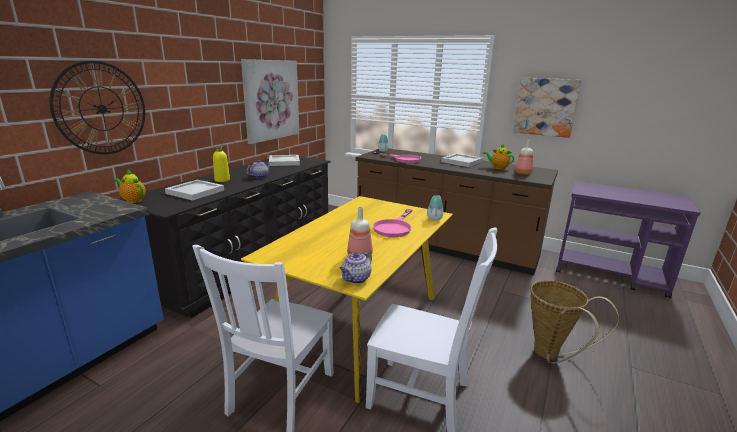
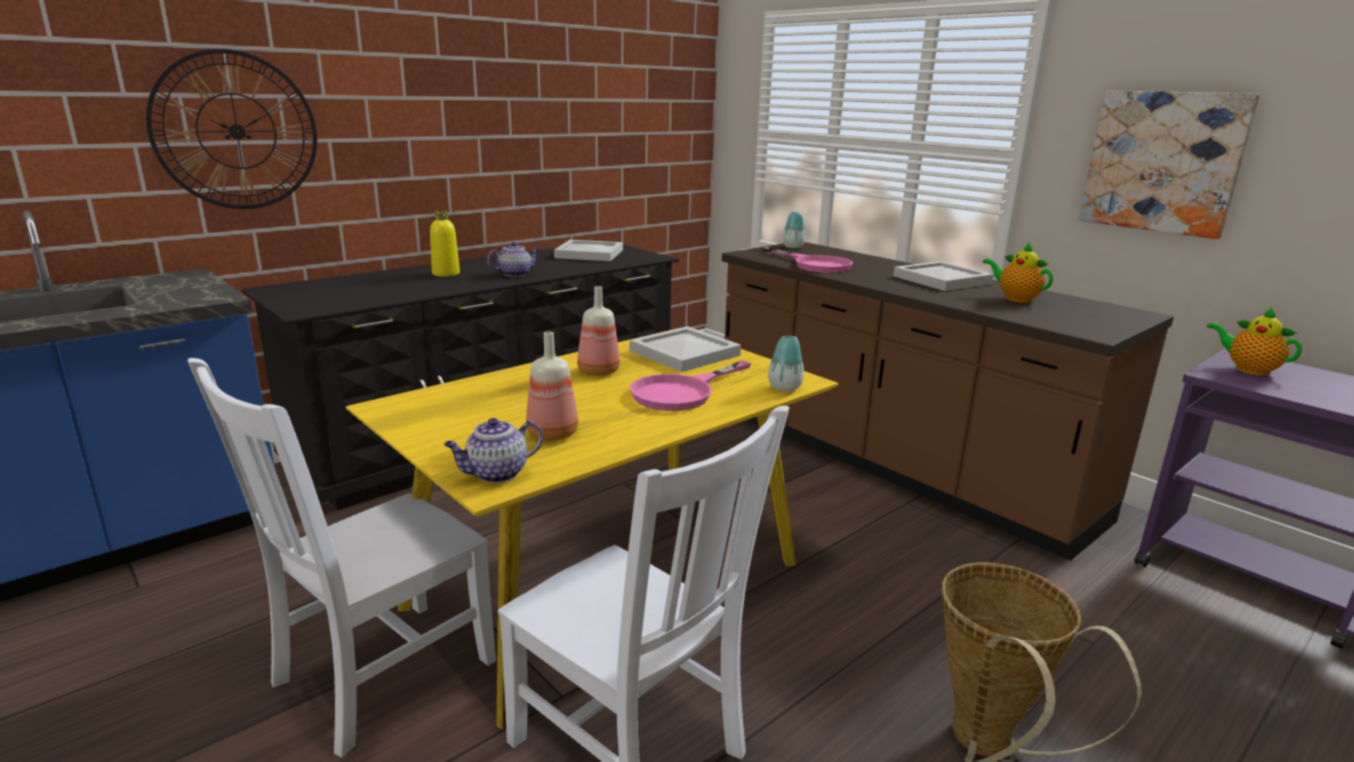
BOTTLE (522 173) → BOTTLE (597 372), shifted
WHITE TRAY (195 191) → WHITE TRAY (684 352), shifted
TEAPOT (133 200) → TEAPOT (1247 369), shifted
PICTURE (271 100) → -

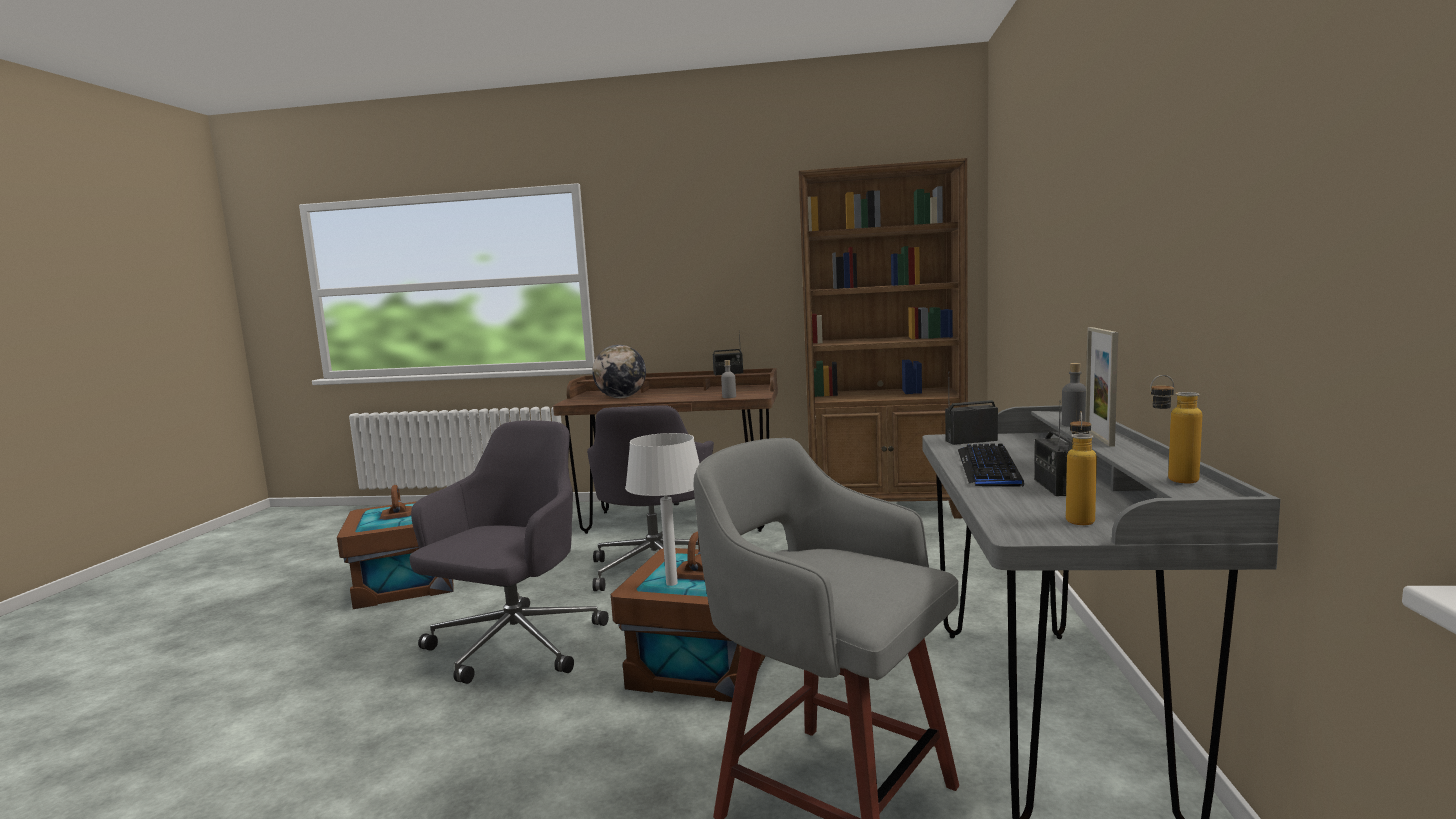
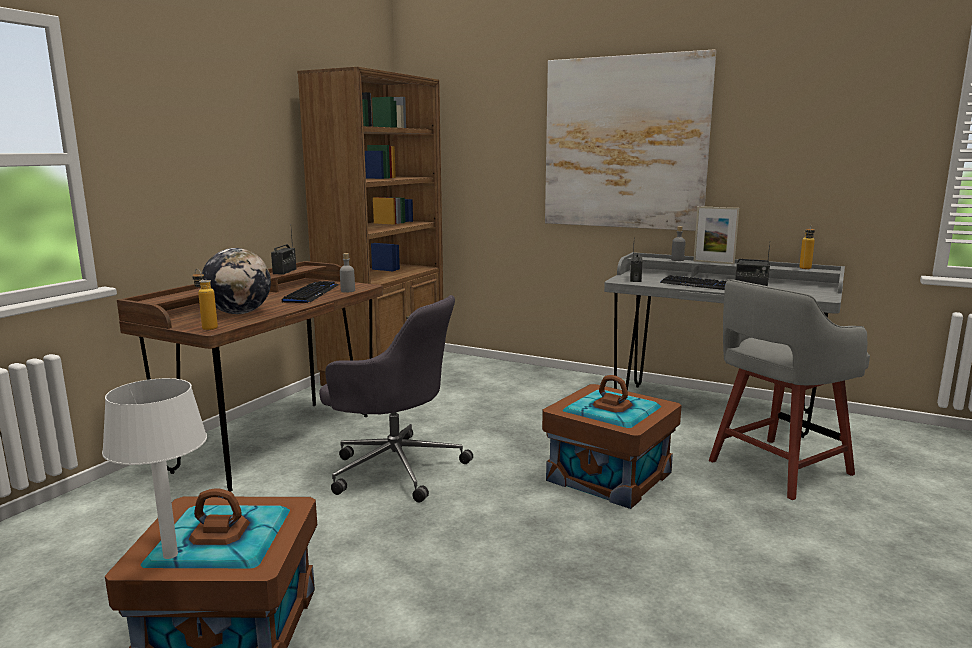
WHITE TABLE LAMP (671 583) → WHITE TABLE LAMP (169 555), shifted
BOTTLE (1079 518) → BOTTLE (207 327), shifted
- → KEYBOARD (311 294)
- → PICTURE (624 143)
GREY OFFICE CHAIR (514 646) → -

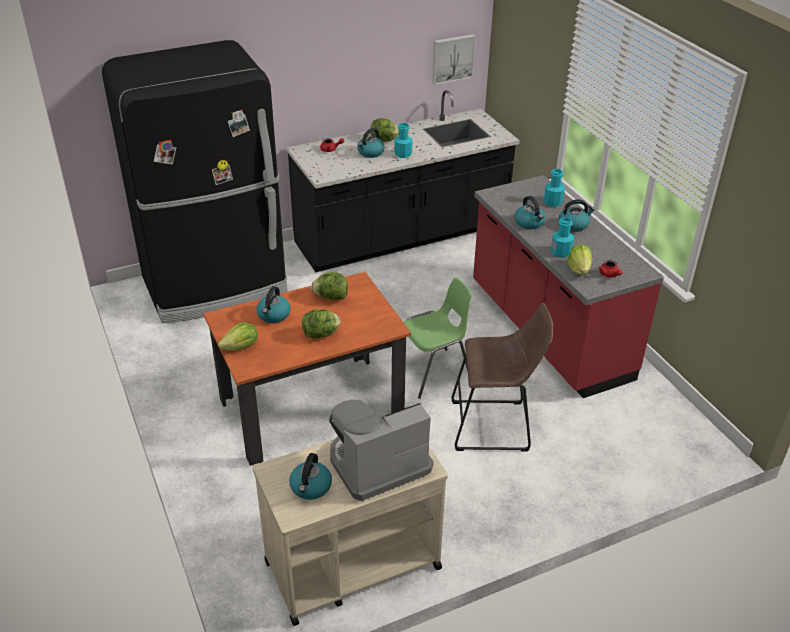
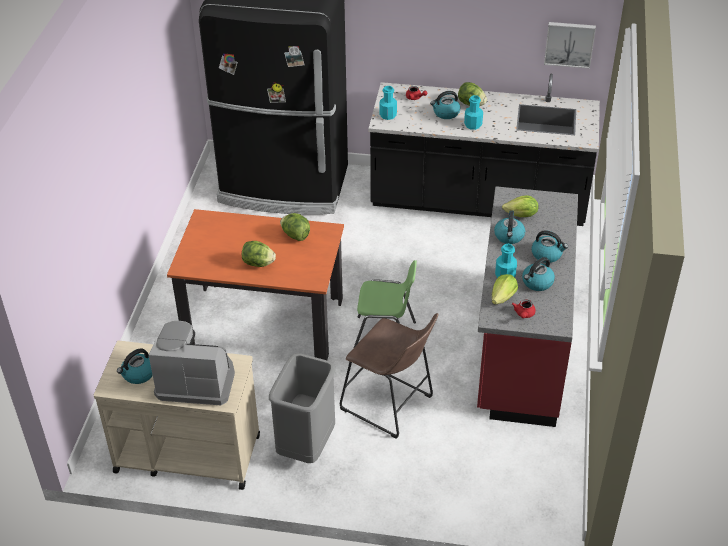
- → GREY TRASH CAN (305 444)
TURQUOISE BOTTLE (553 202) → TURQUOISE BOTTLE (388 115), shifted
LETTUCE (241 347) → LETTUCE (521 215), shifted
KETTLE (274 315) → KETTLE (537 282), shifted

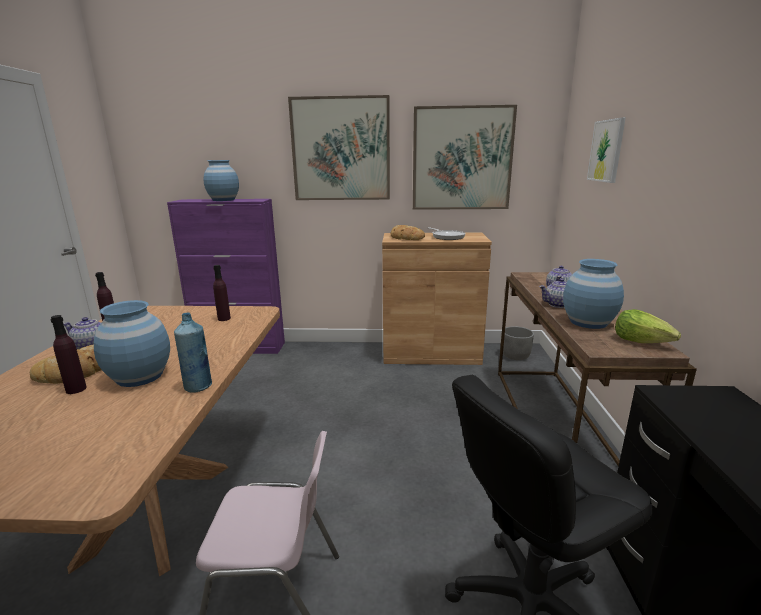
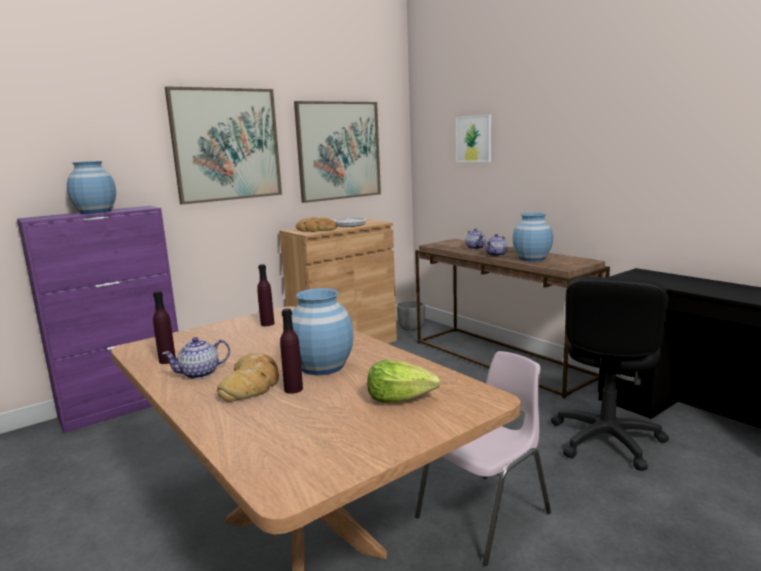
LETTUCE (641 341) → LETTUCE (400 398), shifted
BLUE BOTTLE (198 386) → -

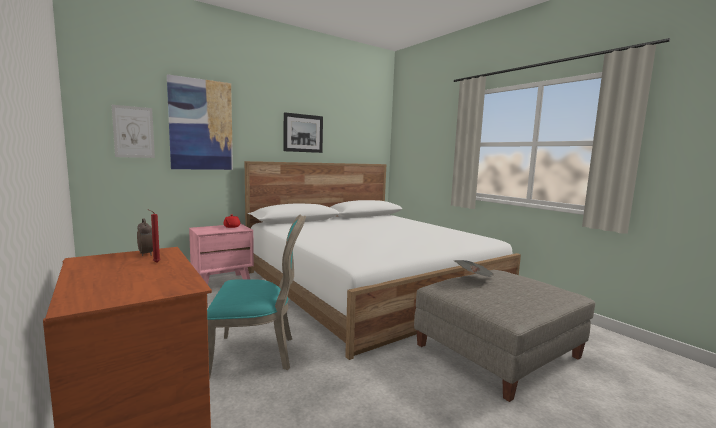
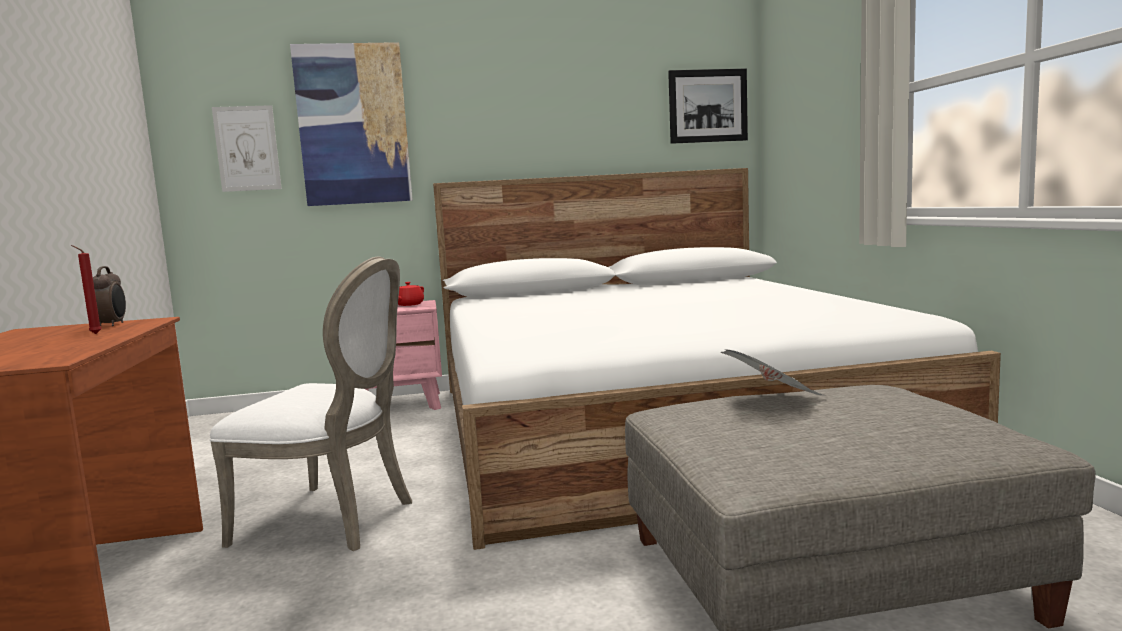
TURQUOISE CHAIR (257 354) → WHITE CHAIR (333 520)
PICTURE (303 133) → PICTURE (708 106), shifted

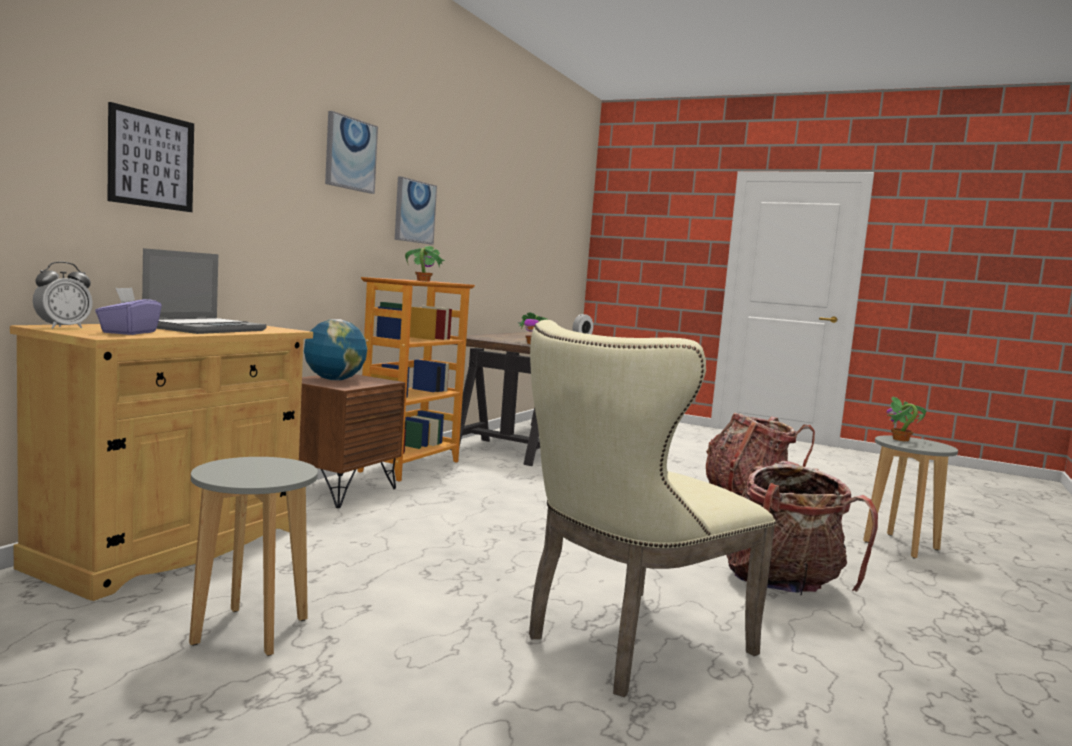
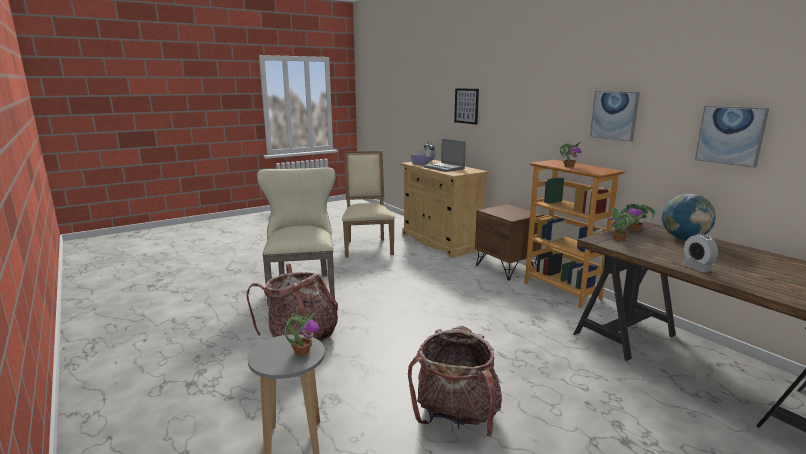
GREY STOOL (250 631) → BEIGE CHAIR (367 246)
- → POTTED PLANT (635 230)
GLOBE (334 380) → GLOBE (684 238), shifted
PICTURE (350 154) → PICTURE (730 135), shifted

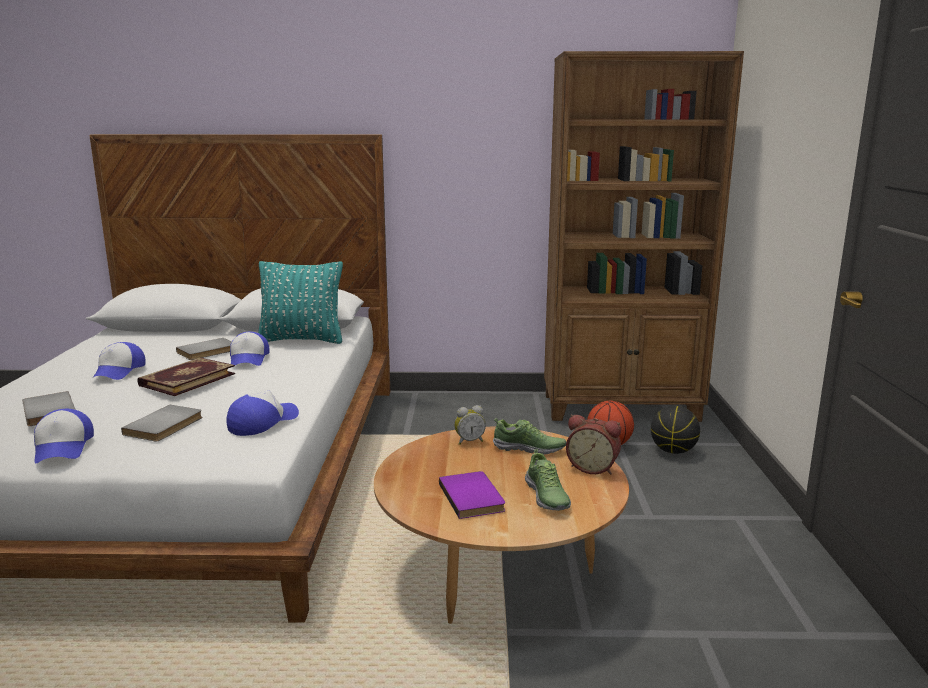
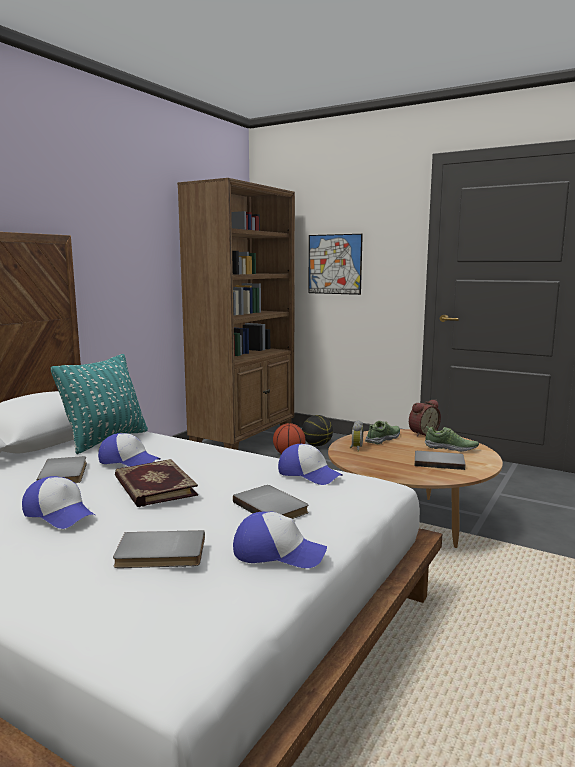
CAP (262 422) → CAP (309 474), 150 degrees clockwise
- → PICTURE (334 264)
PURPLE BOOK (474 497) → GREY BOOK (439 462)

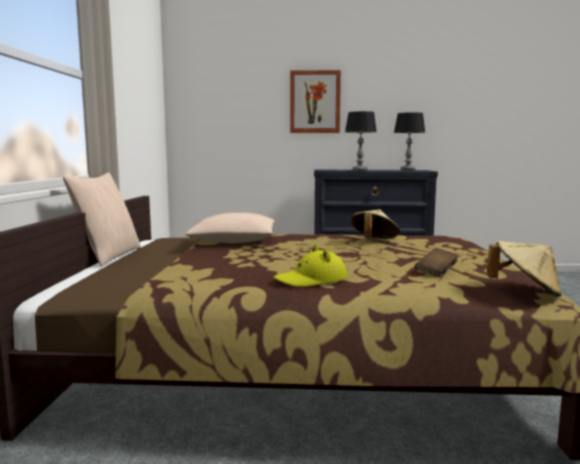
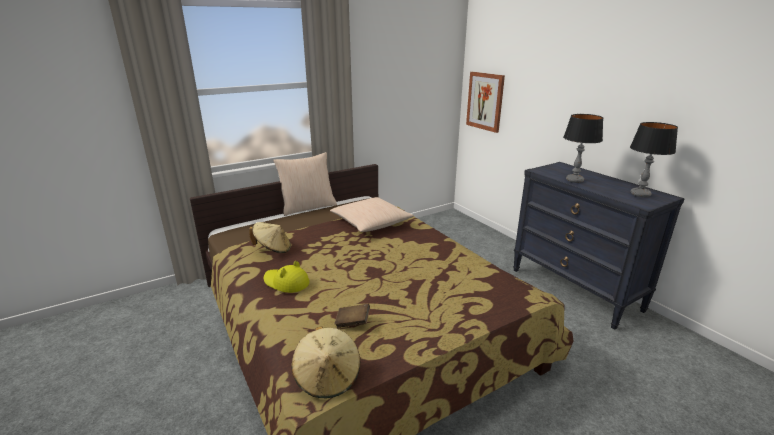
BEIGE HAT (373 241) → BEIGE HAT (273 249), shifted
PICTURE (315 102) → PICTURE (485 101), shifted

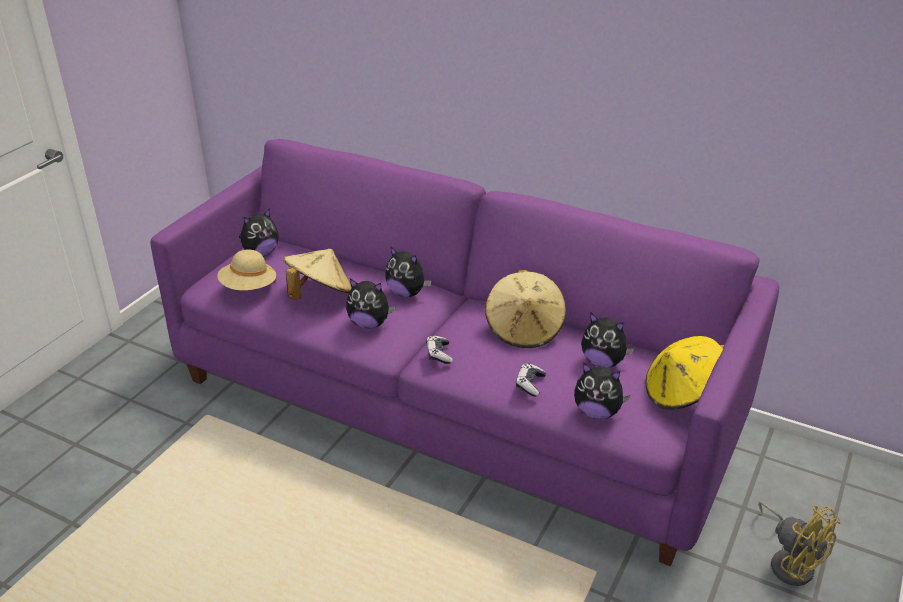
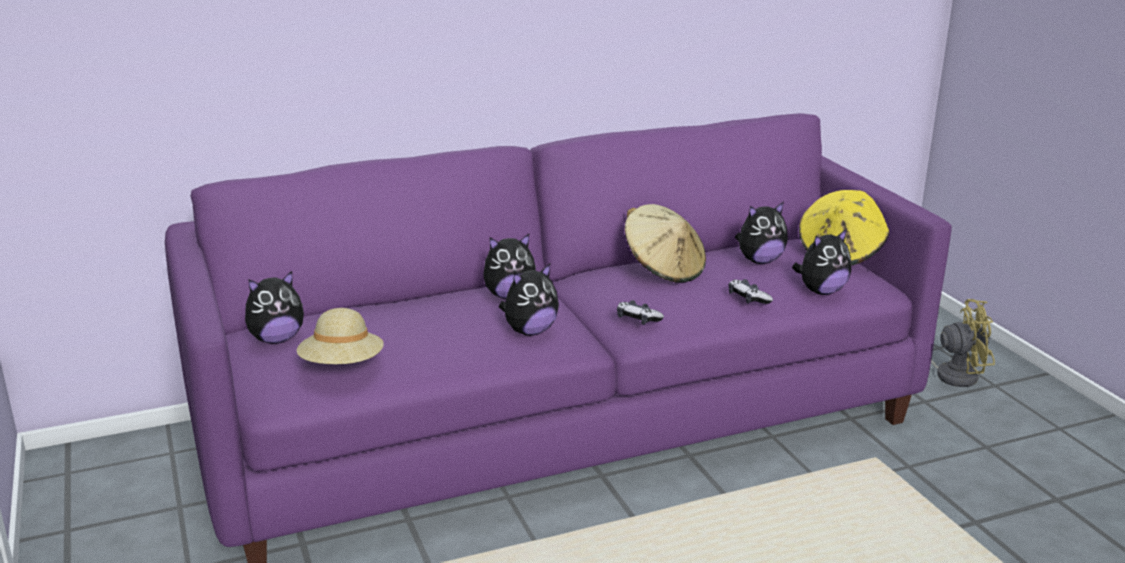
PLUSH TOY (260 253) → PLUSH TOY (276 339), 60 degrees clockwise
BEIGE HAT (319 295) → -

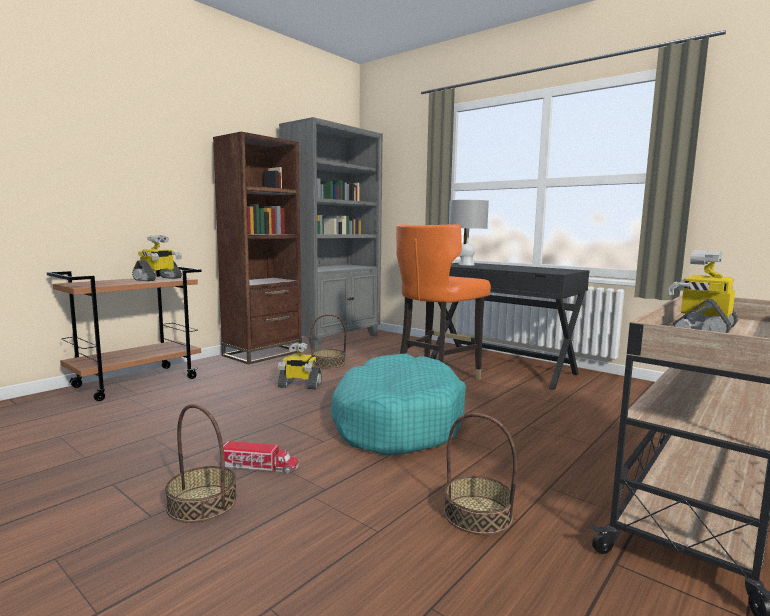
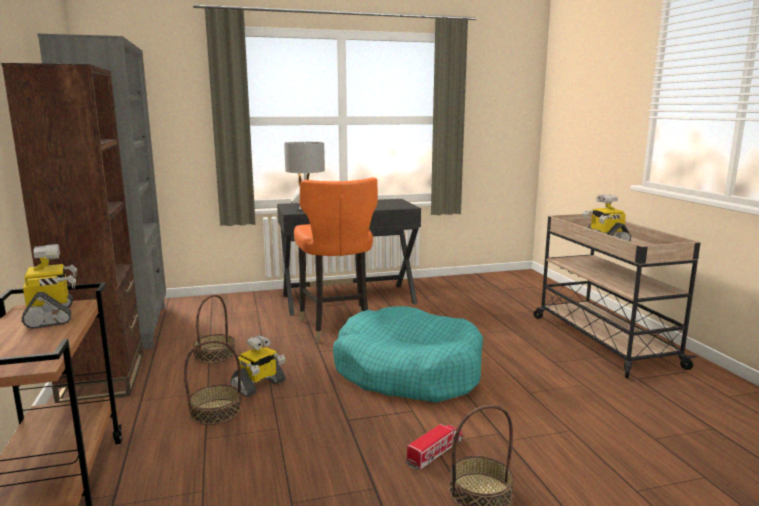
BASKET (478 514) → BASKET (216 411), shifted

